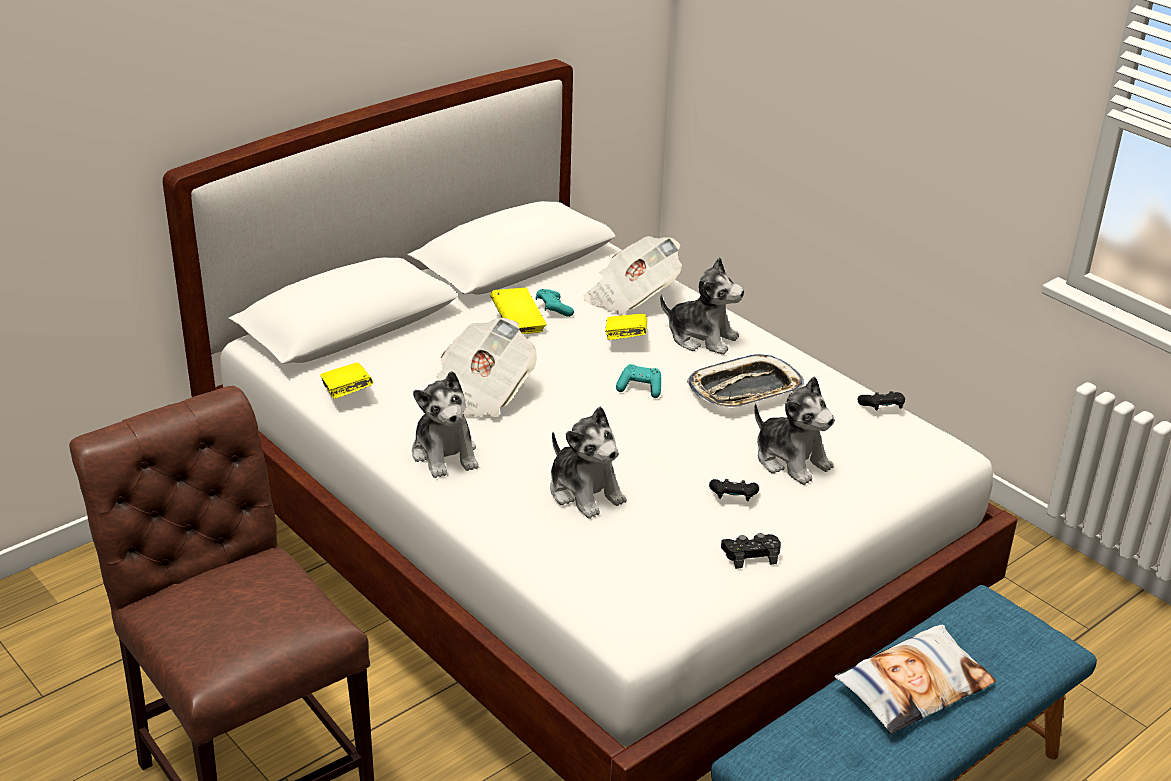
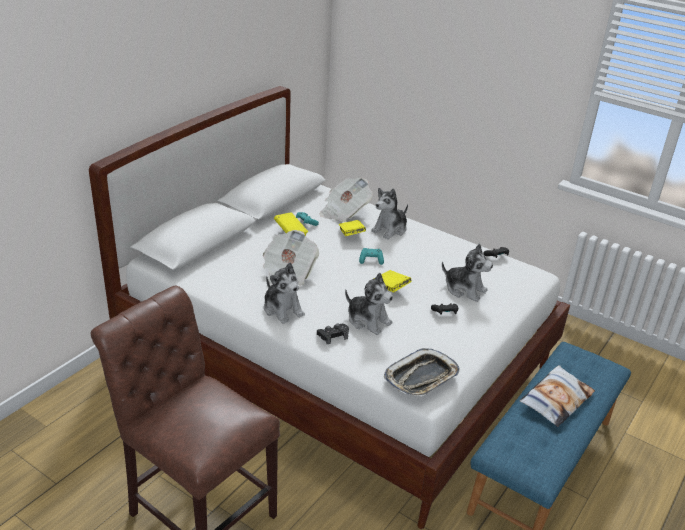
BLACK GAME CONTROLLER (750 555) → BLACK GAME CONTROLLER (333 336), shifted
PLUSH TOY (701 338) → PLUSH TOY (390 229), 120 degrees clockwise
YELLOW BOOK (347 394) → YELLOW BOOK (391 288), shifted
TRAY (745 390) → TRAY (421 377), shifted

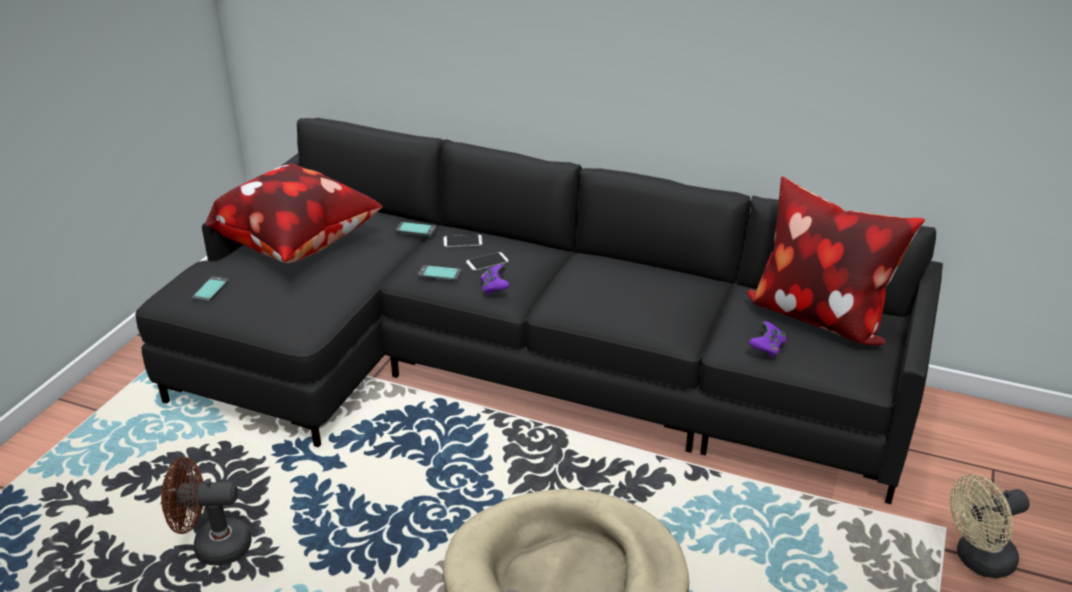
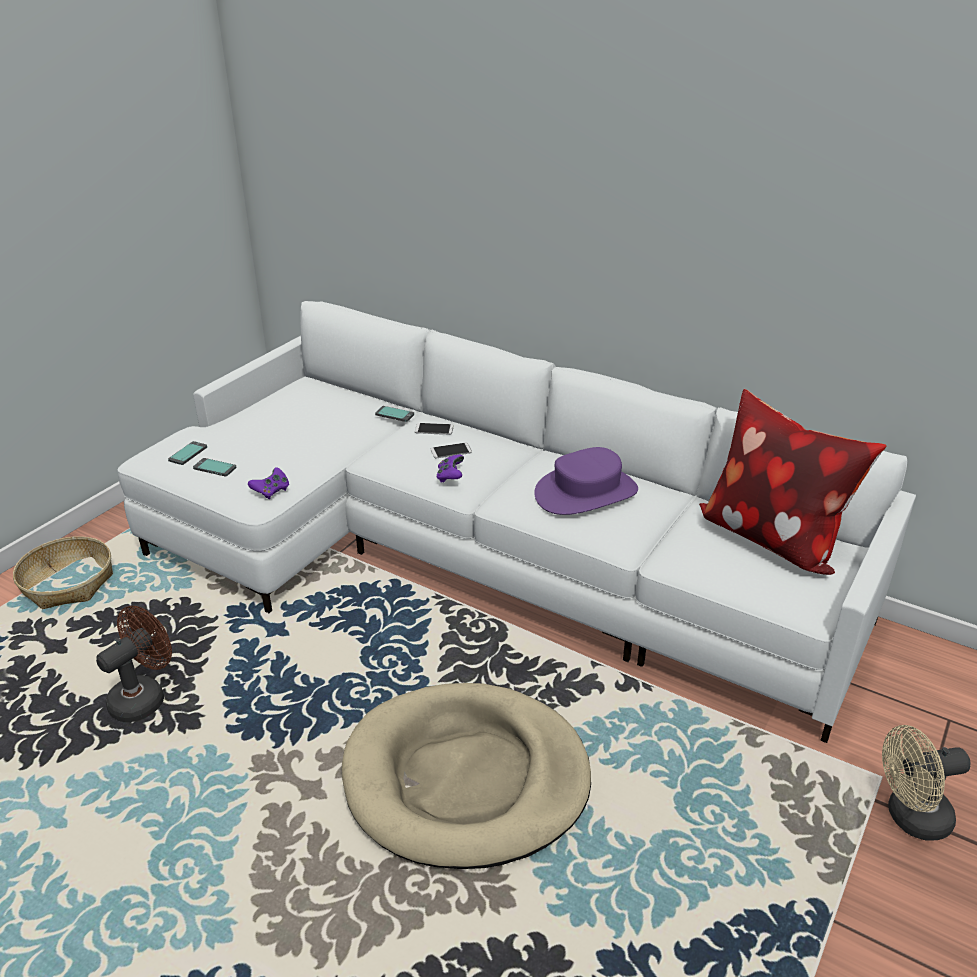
- → BASKET (68 583)
BROWN FAN (212 547) → BROWN FAN (144 697), 120 degrees clockwise
BLACK SOFA (517 368) → WHITE SOFA (478 558)
PHONE (439 274) → PHONE (214 468), shifted
PURPLE GAME CONTROLLER (767 348) → PURPLE GAME CONTROLLER (271 491), shifted
- → PURPLE HAT (586 493)
PILLOW (300 247) → -

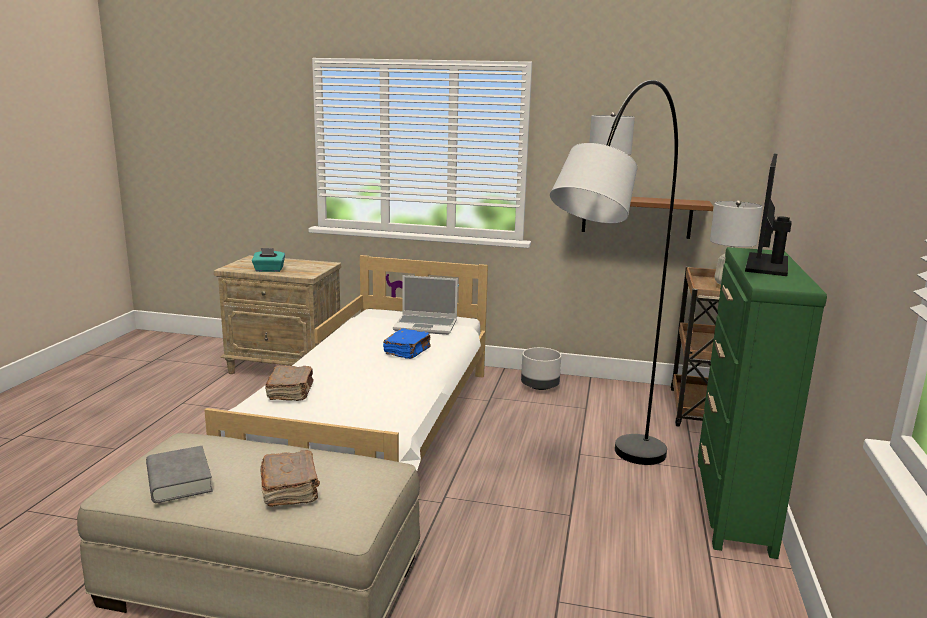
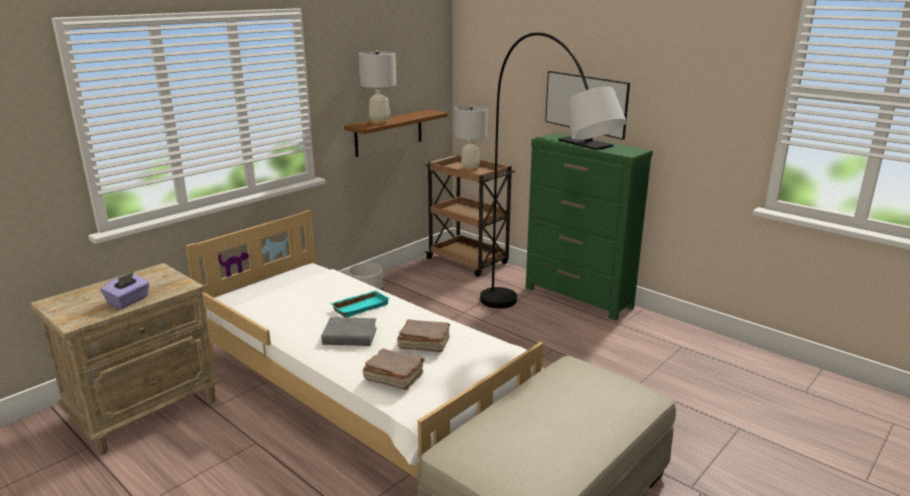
TURQUOISE TISSUE BOX (269 270) → PURPLE TISSUE BOX (128 301)
GREY BOOK (179 480) → GREY BOOK (350 336), shifted
BLUE BOOK (408 352) → TURQUOISE TRAY (360 306)
BROWN BOOK (290 489) → BROWN BOOK (423 344), shifted
LAPTOP (426 326) → -

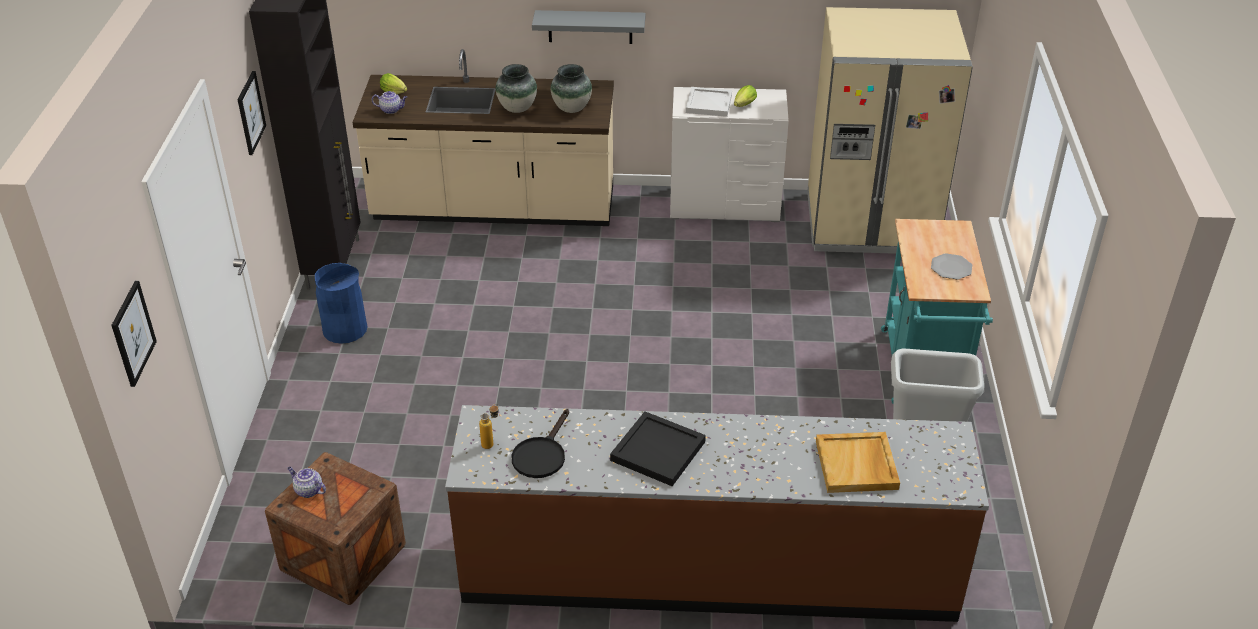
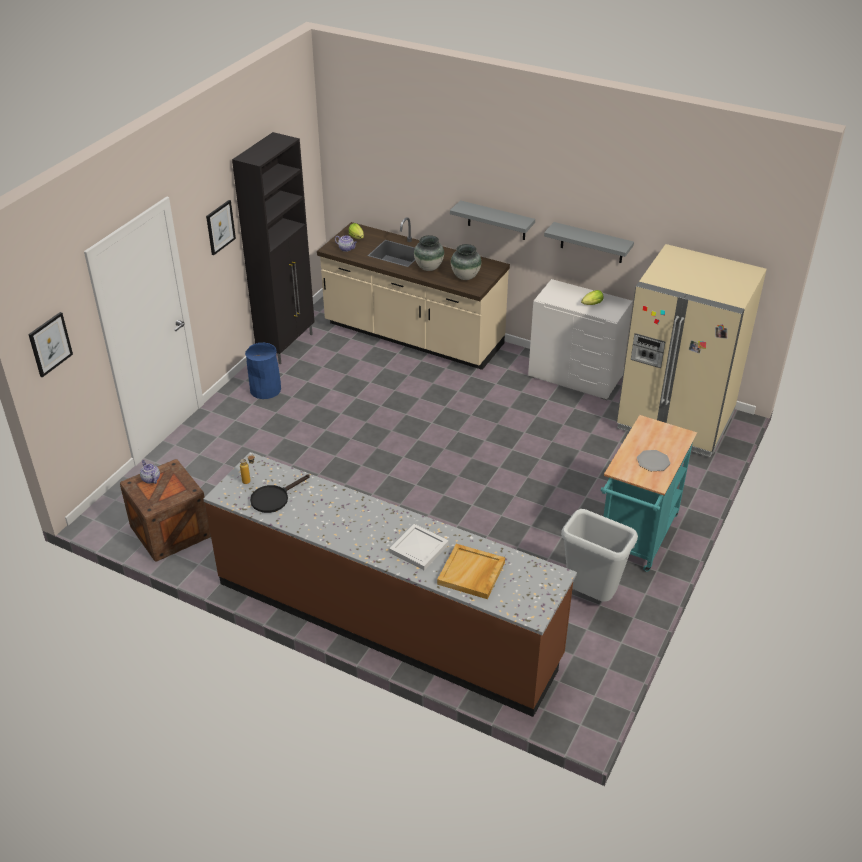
WHITE TRAY (709 103) → WHITE TRAY (420 548), shifted
- → GREY SHELF (592 243)
BLACK TRAY (659 451) → -

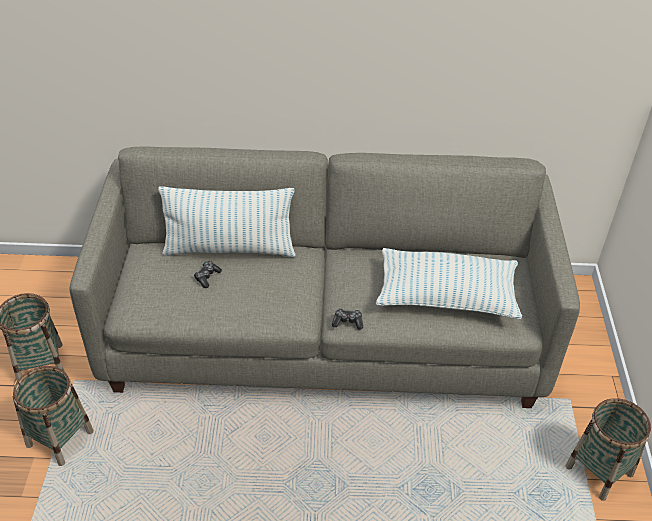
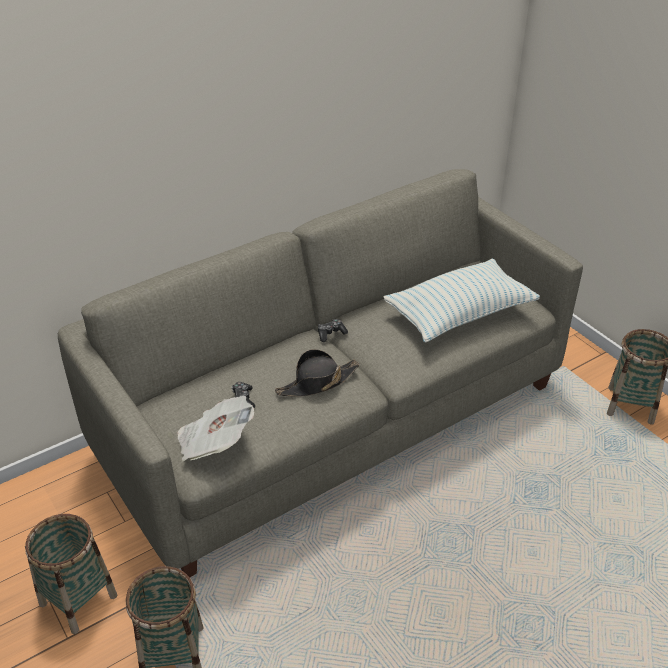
- → NEWSPAPER (214 443)
- → BLACK HAT (317 383)
GAME CONTROLLER (348 322) → GAME CONTROLLER (331 333), shifted
PILLOW (230 249) → -

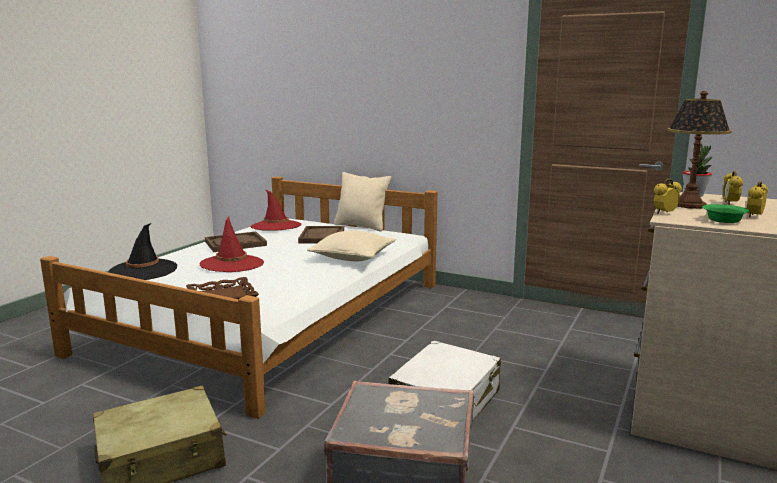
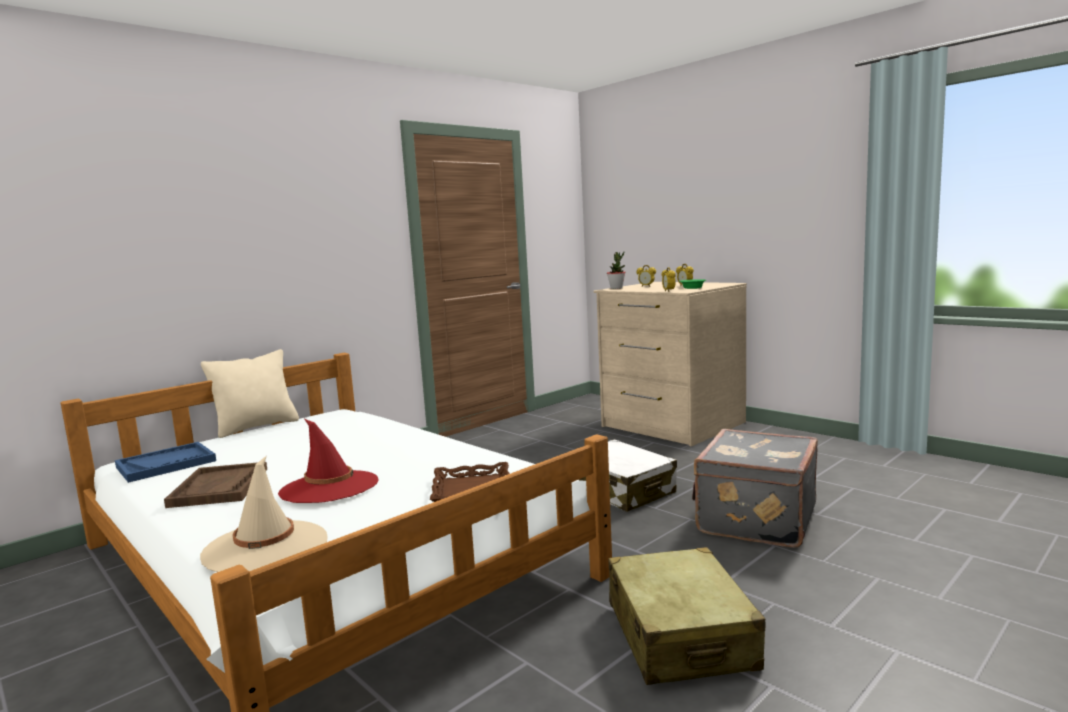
RED HAT (276 226) → BLUE TRAY (166 464)
BLACK HAT (143 270) → BEIGE HAT (266 547)
BROWN TRAY (322 236) → -
BEIGE PILLOW (352 257) → -
TABLE LAMP (689 205) → -

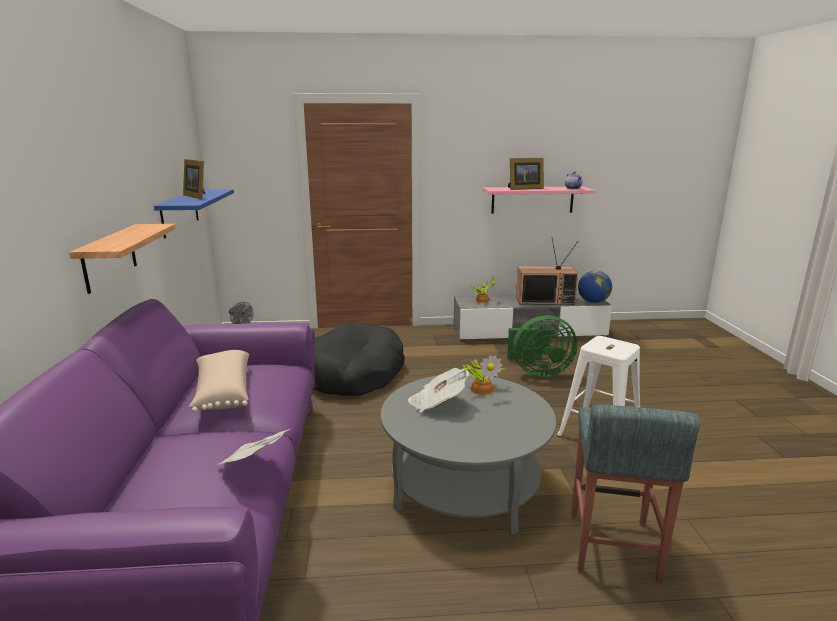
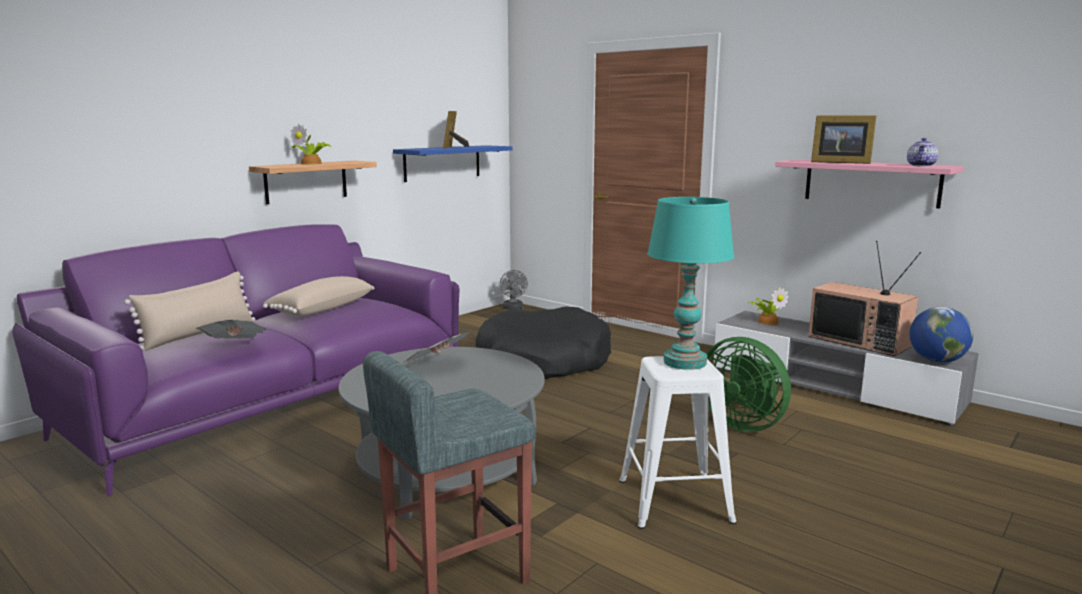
- → BEIGE PILLOW (199 335)
POTTED PLANT (482 388) → POTTED PLANT (312 163), shifted
- → TURQUOISE TABLE LAMP (684 362)

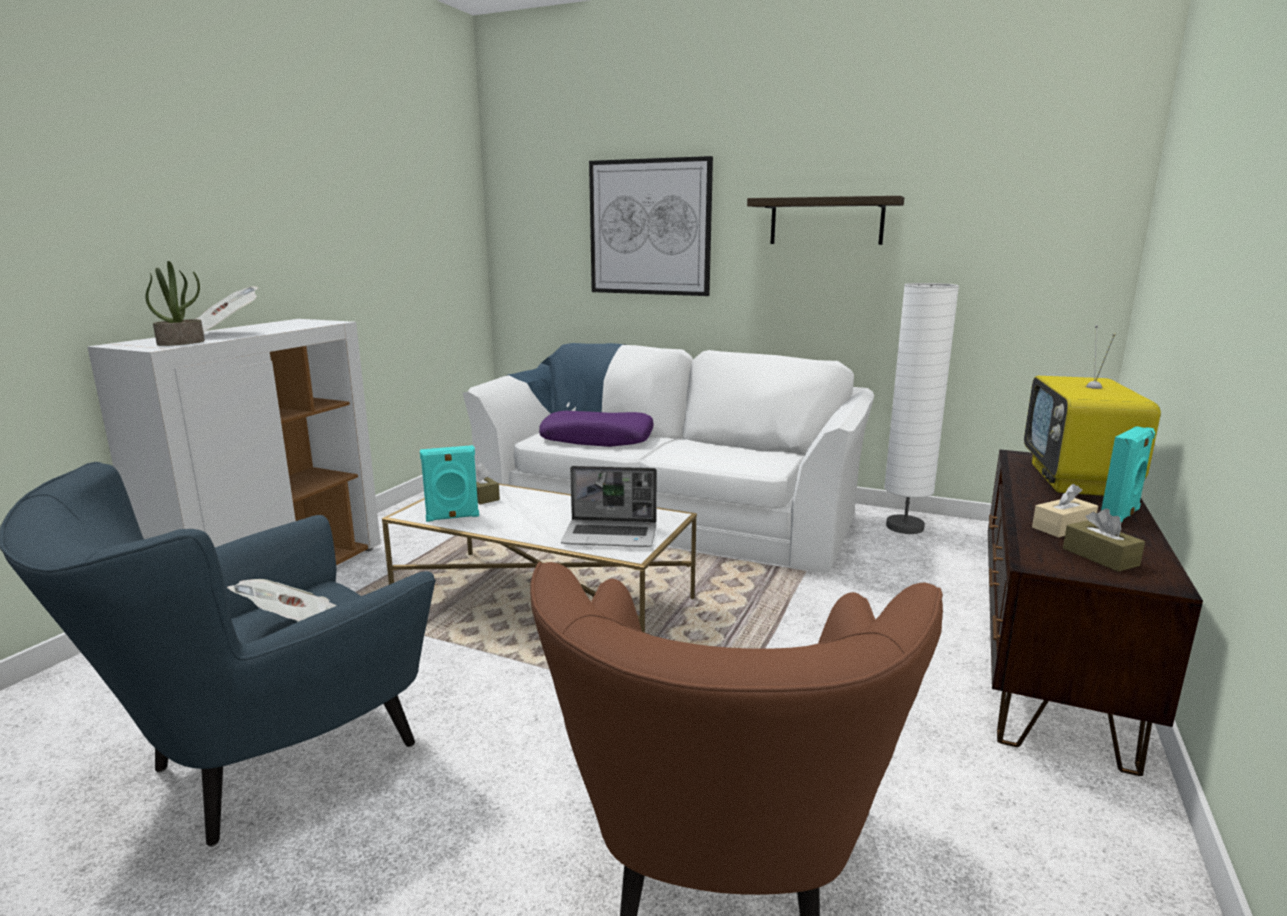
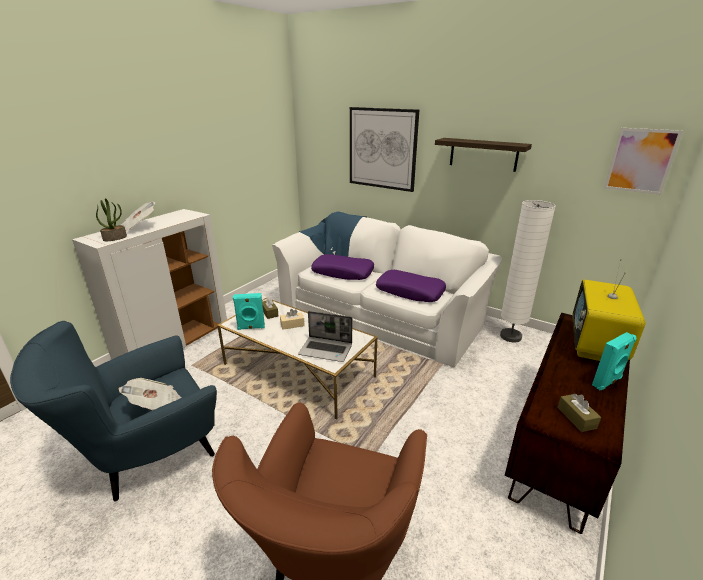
BEIGE TISSUE BOX (1062 527) → BEIGE TISSUE BOX (292 325), shifted
- → PURPLE PILLOW (410 292)
- → PICTURE (641 161)

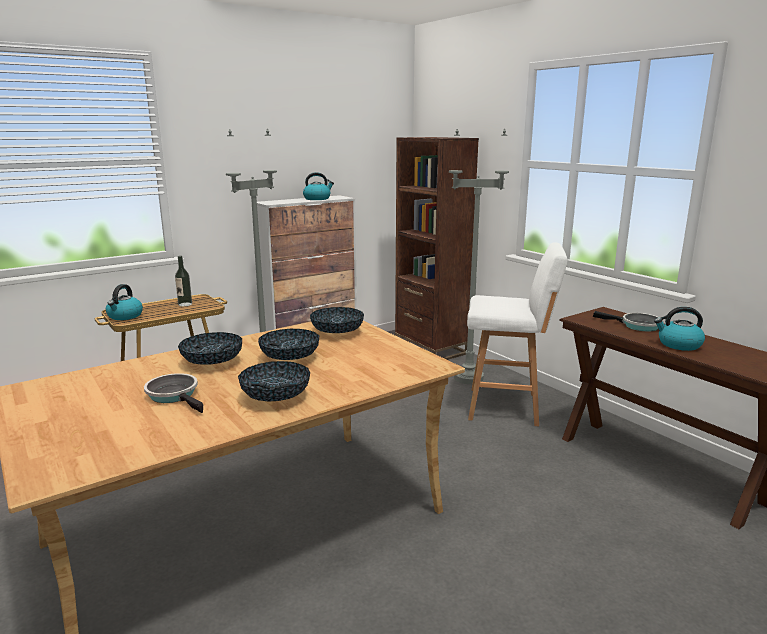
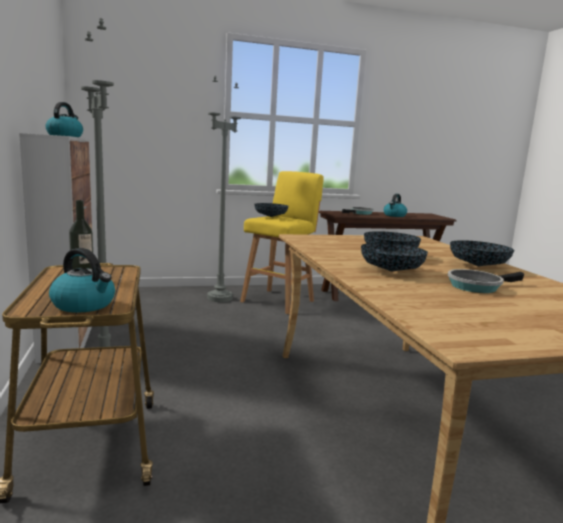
WHITE STOOL (506 407) → YELLOW STOOL (279 301)
BOWL (337 333) → BOWL (270 217), shifted
BROWN BOOKCASE (430 349) → -

